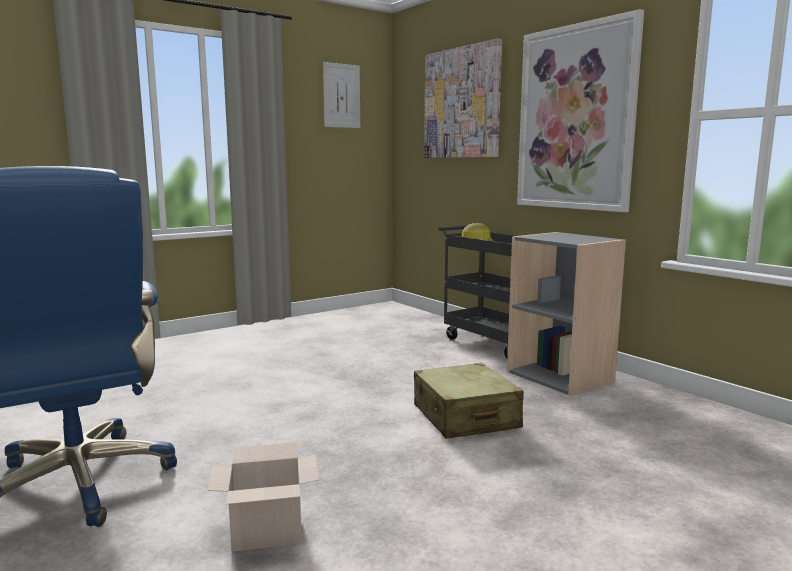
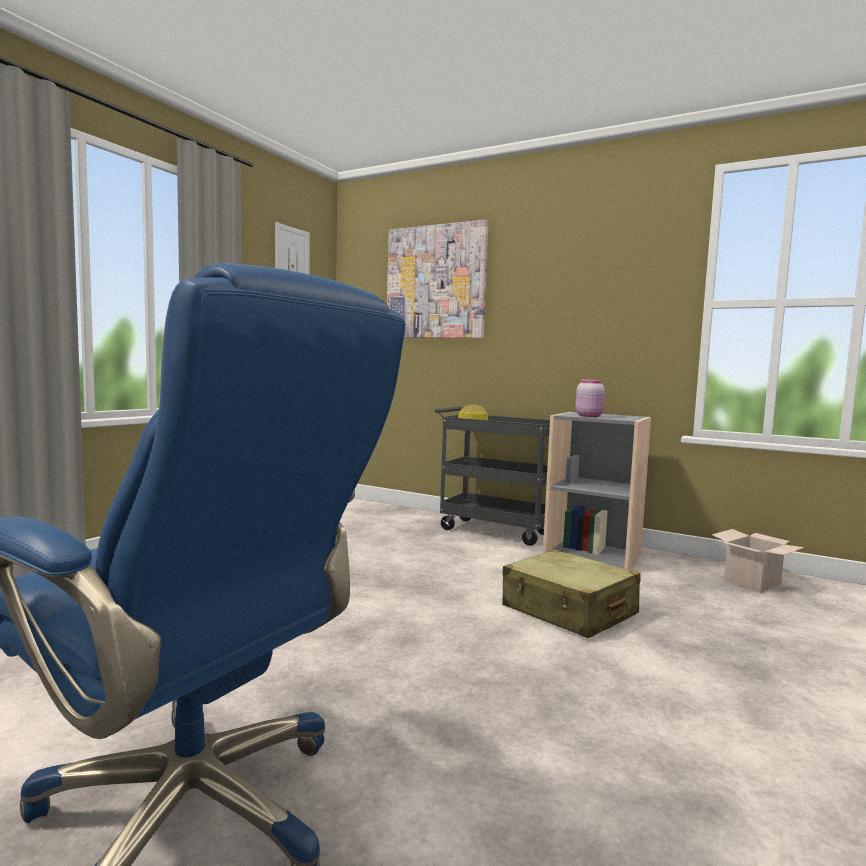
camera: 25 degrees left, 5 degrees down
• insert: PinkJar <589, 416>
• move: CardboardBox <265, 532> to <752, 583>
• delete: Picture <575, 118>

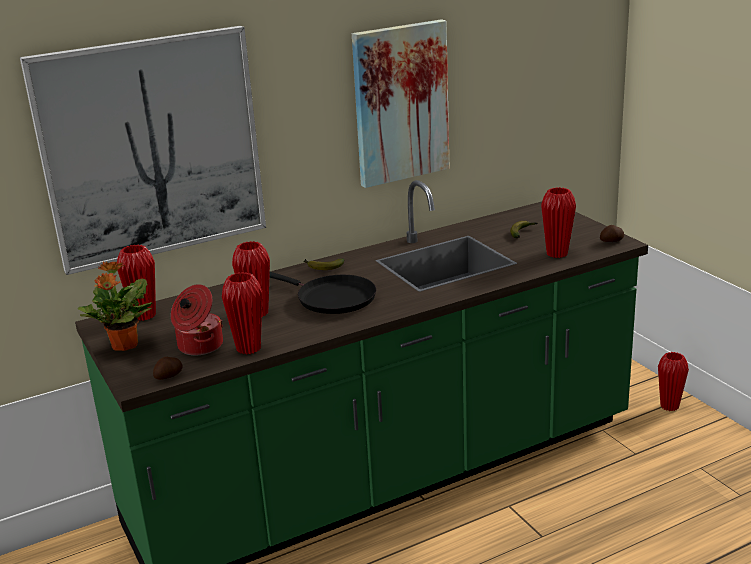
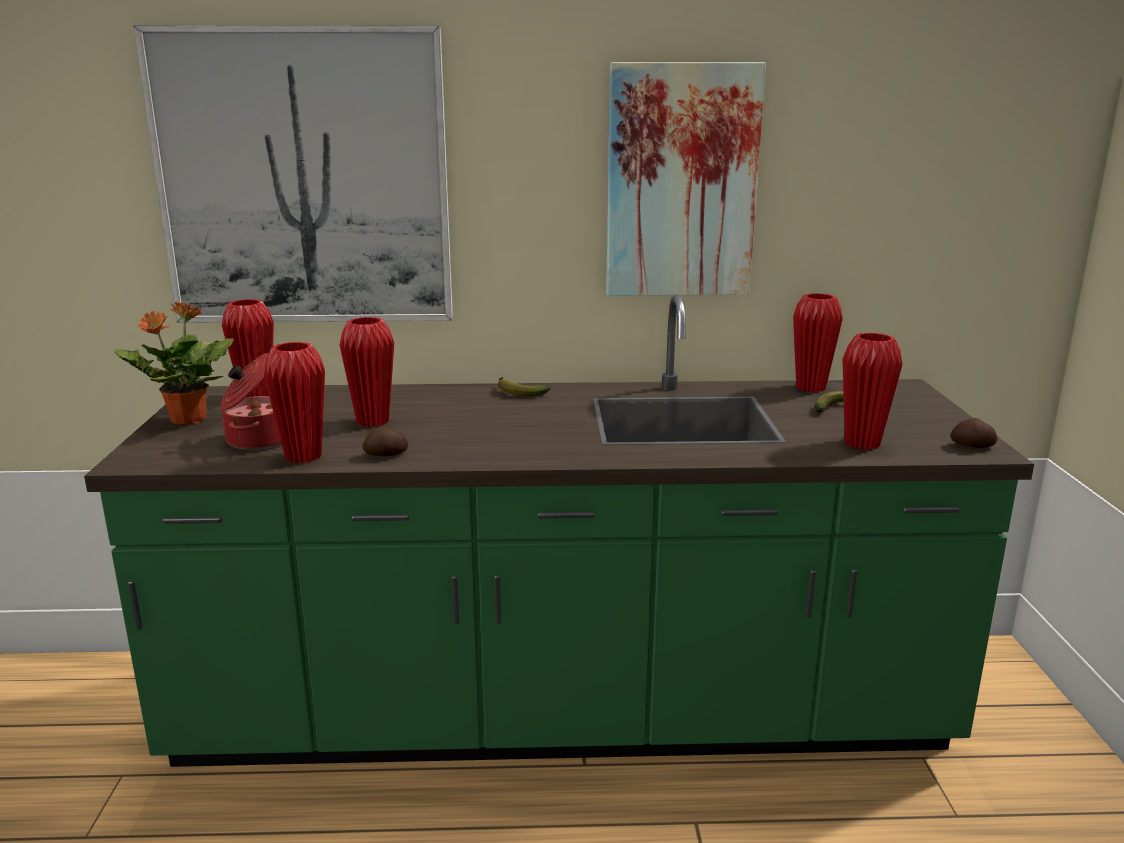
camera: 25 degrees right, 5 degrees down
• move: Potato <169, 376> to <386, 455>
• move: RedVase <669, 406> to <810, 387>
• delete: BlackFryingPan <332, 298>

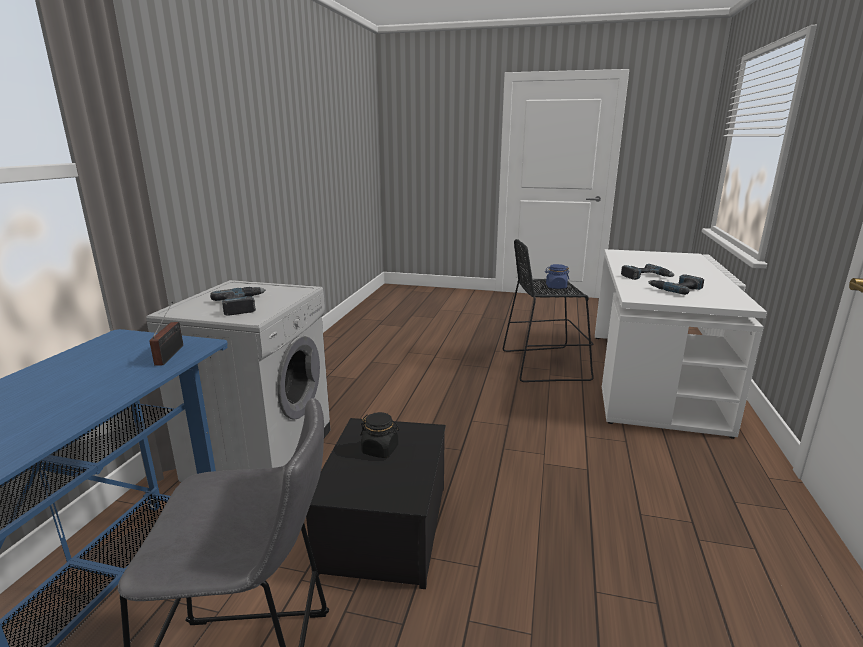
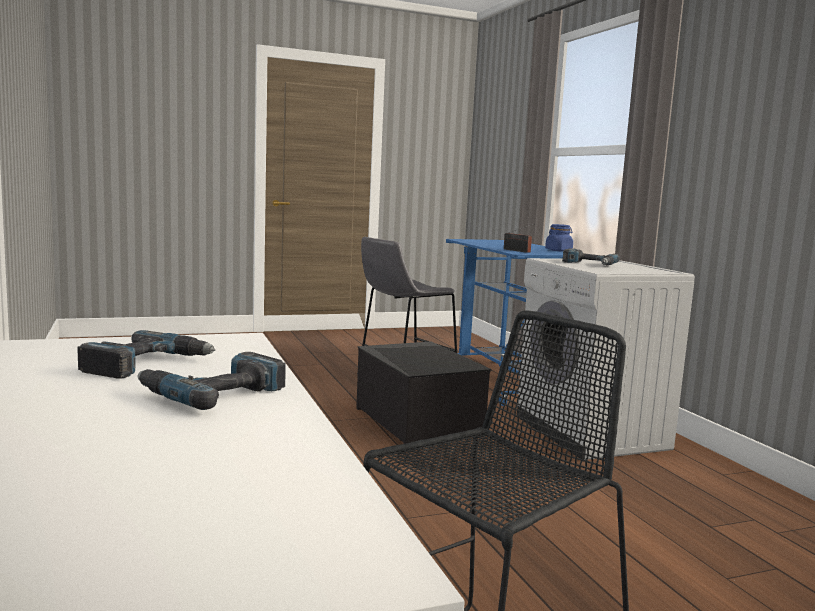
camera: 145 degrees right, 10 degrees down
• move: BlueJar <556, 287> to <558, 250>
• delete: BlackJar <380, 450>

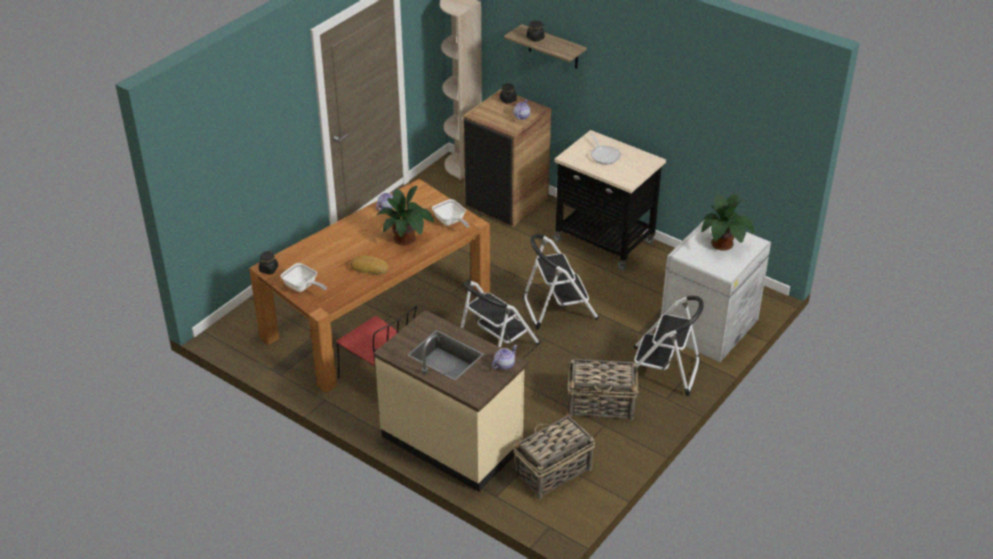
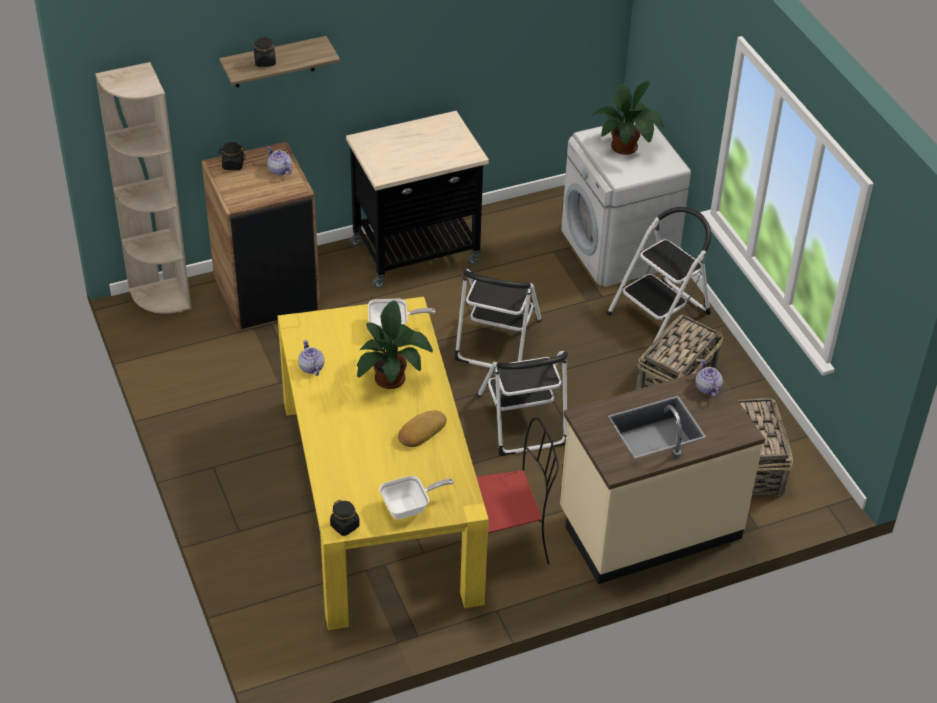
camera: 60 degrees left, 5 degrees up
• recolor: BrownDiningTable <377, 315> to YellowDiningTable <379, 498>
• delete: FryingPan <604, 155>

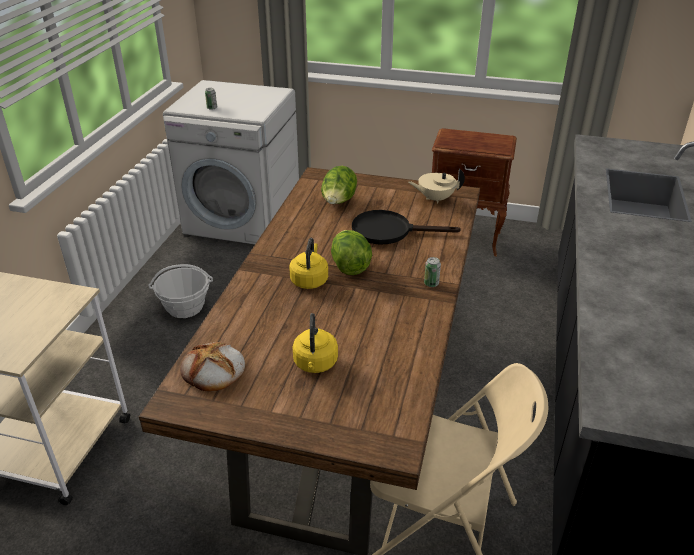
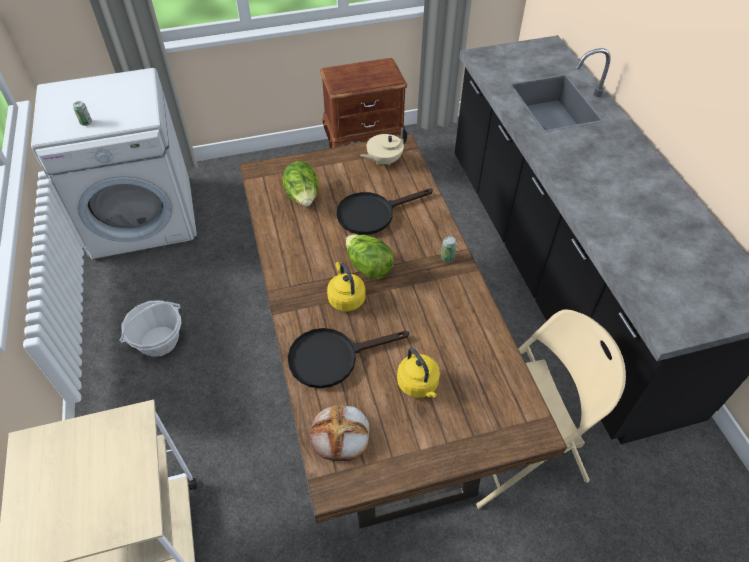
camera: 30 degrees left, 15 degrees up
• insert: BlackFryingPan <332, 357>

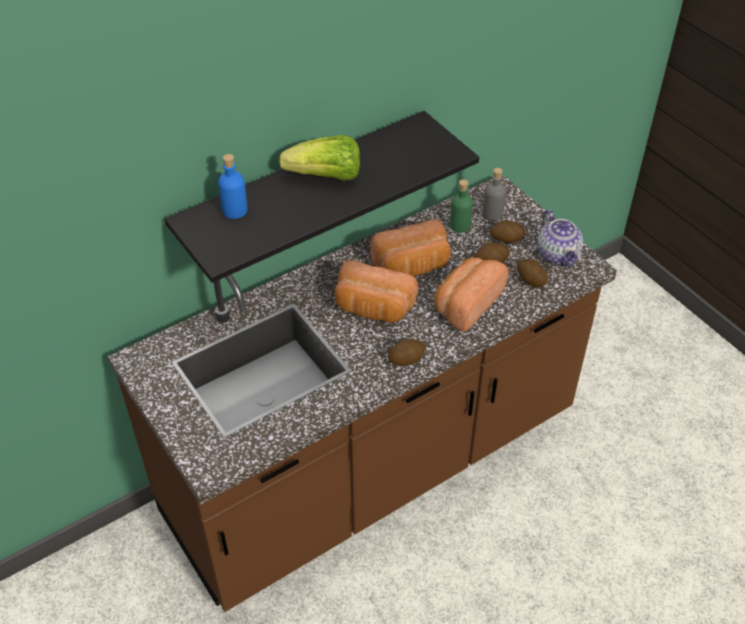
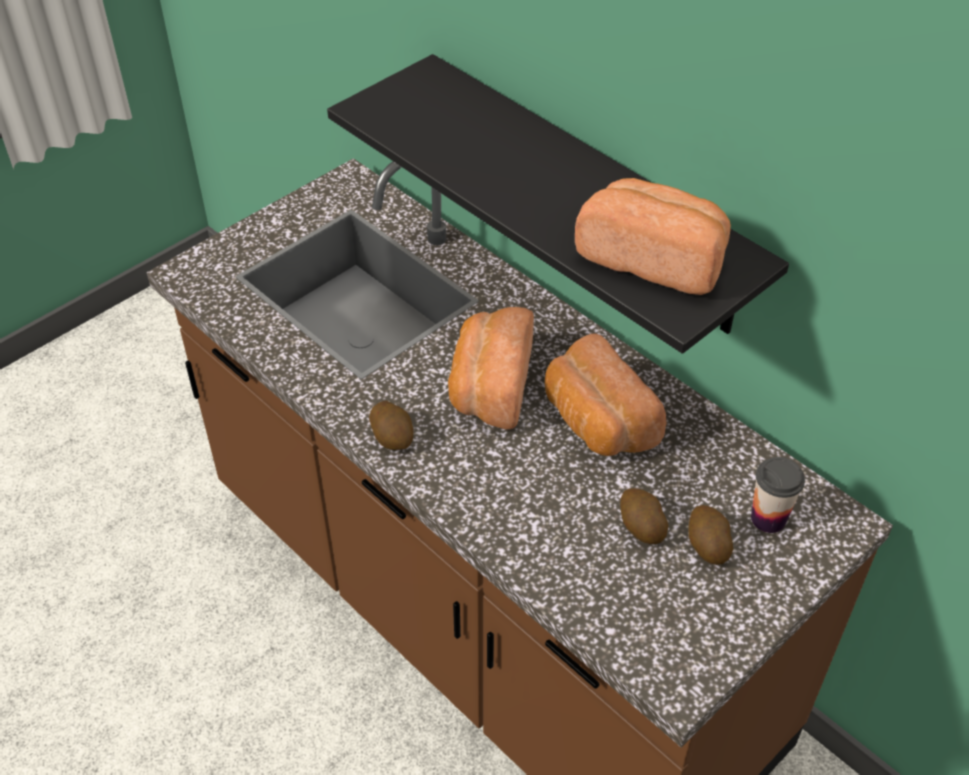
camera: 80 degrees right, 0 degrees up
• move: Bread <466, 303> to <654, 258>
• replace: GreyBottle <492, 214> to Cup <768, 518>
• delete: BlueBottle <235, 210>
• delete: Lettuce <326, 177>
• delete: GreenBottle <460, 225>
• delete: Potato <530, 280>
• delete: Teapot <558, 255>

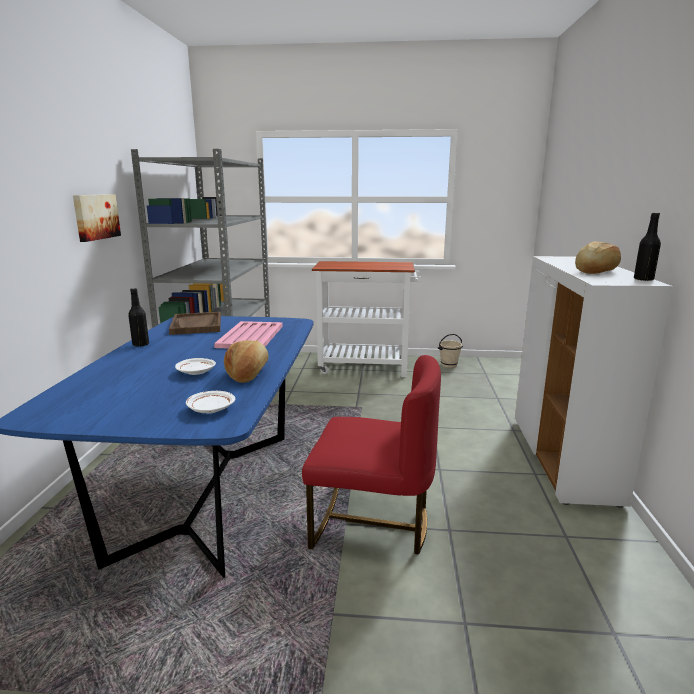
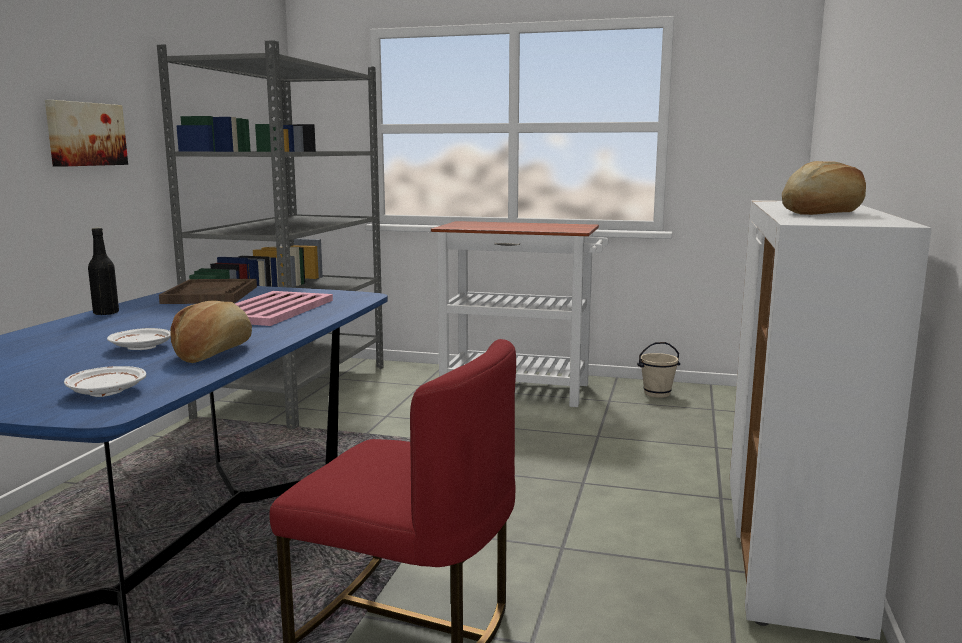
camera: 10 degrees right, 5 degrees down
• delete: BlackBottle <643, 279>

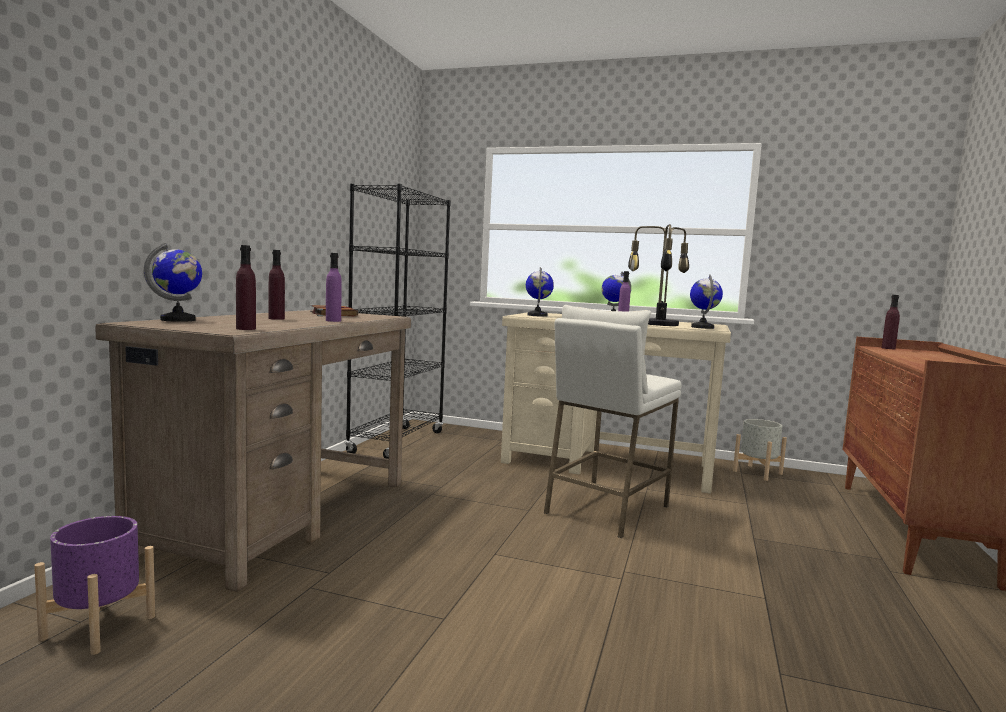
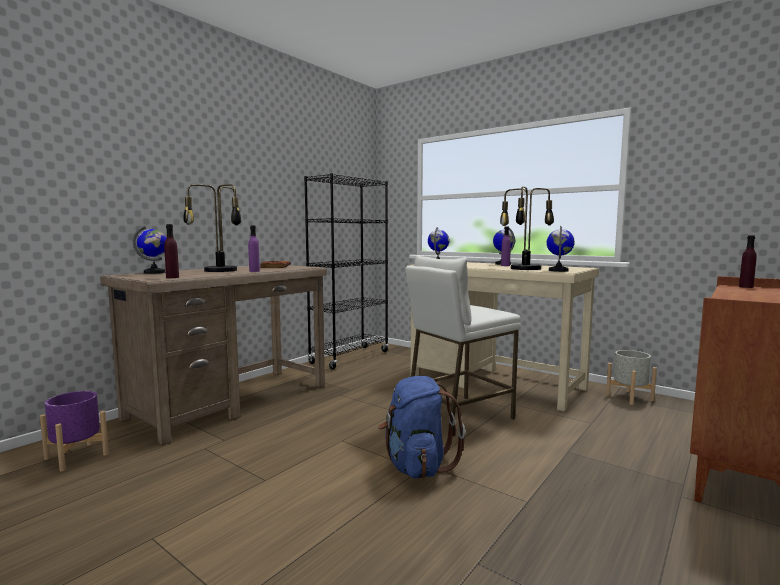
camera: 20 degrees right, 0 degrees up
• replace: PurpleBottle <276, 318> to TableLamp <221, 270>
• insert: BlueBackpack <416, 466>

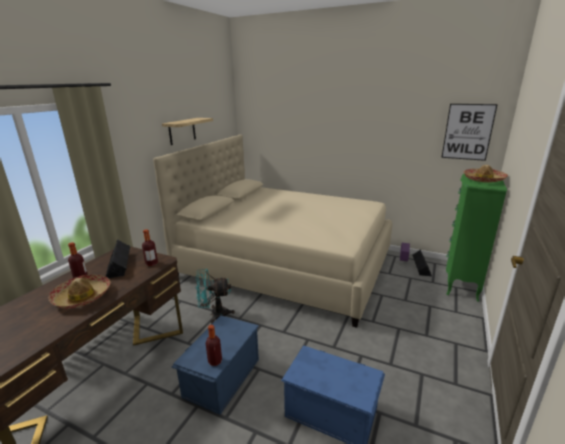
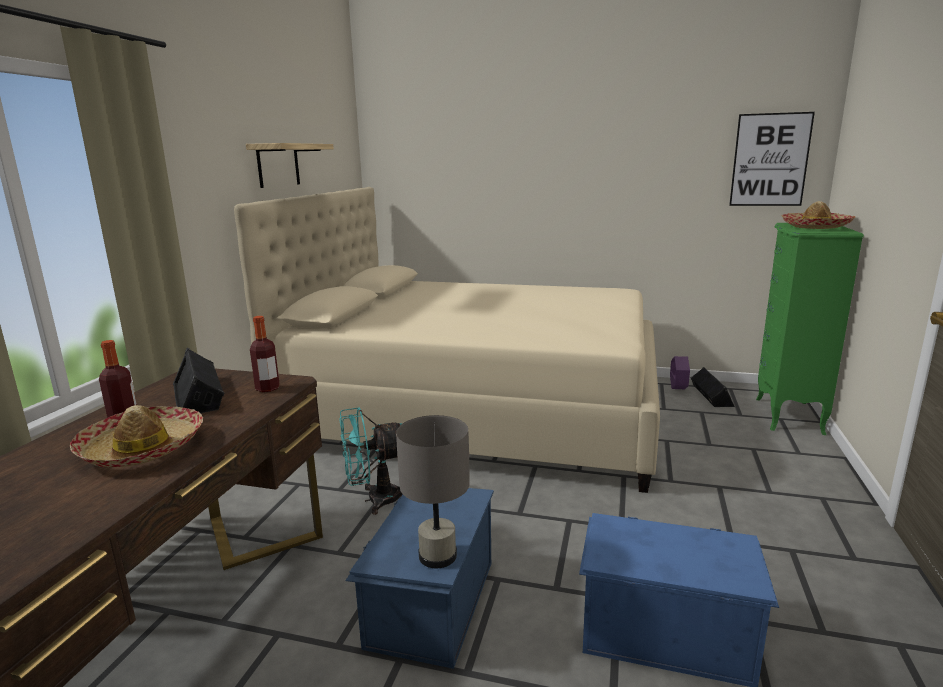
camera: 10 degrees left, 5 degrees down
• replace: Bottle <215, 361> to GreyTableLamp <437, 556>

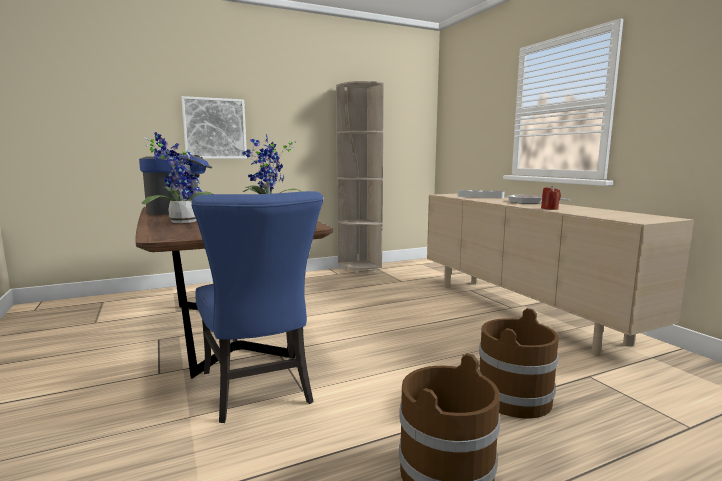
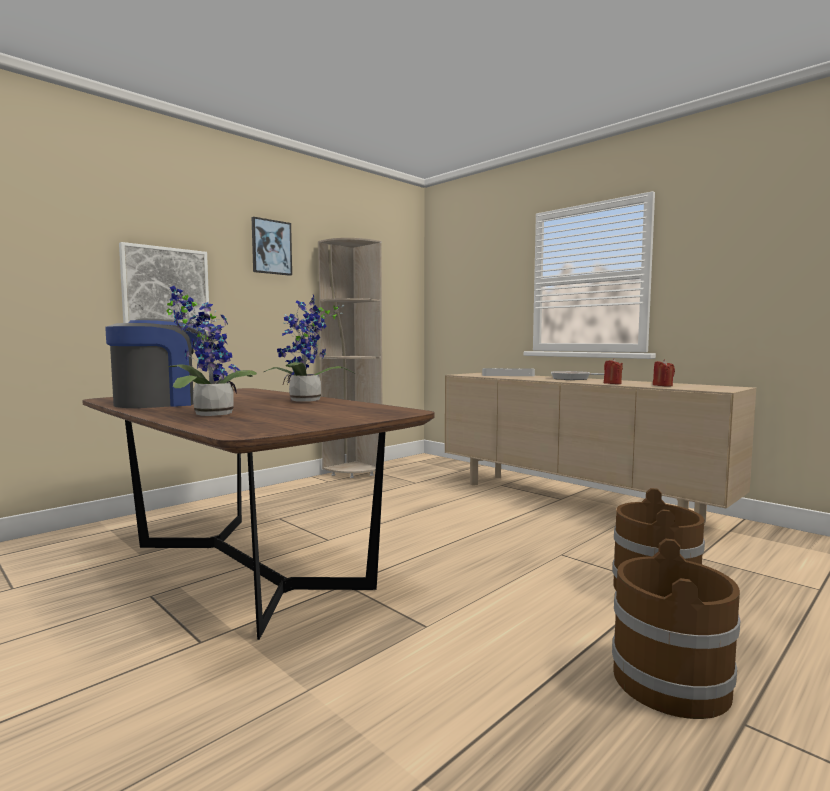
camera: 20 degrees left, 5 degrees down
• insert: Picture <271, 247>
• insert: RedCandle <662, 385>
• delete: BlueChair <260, 390>

